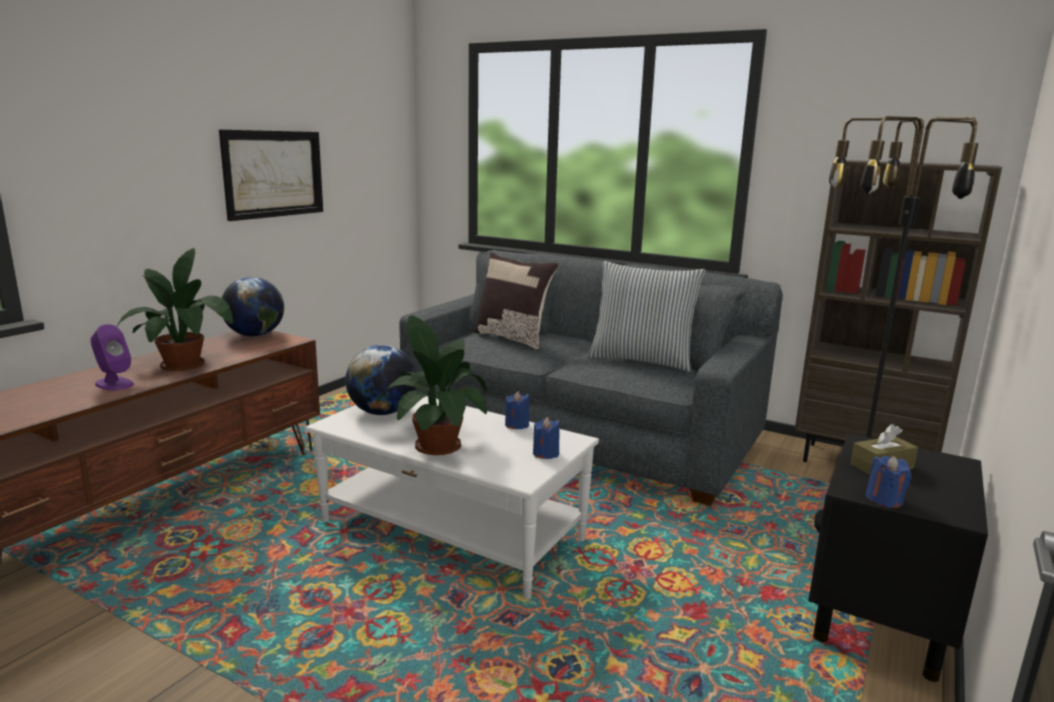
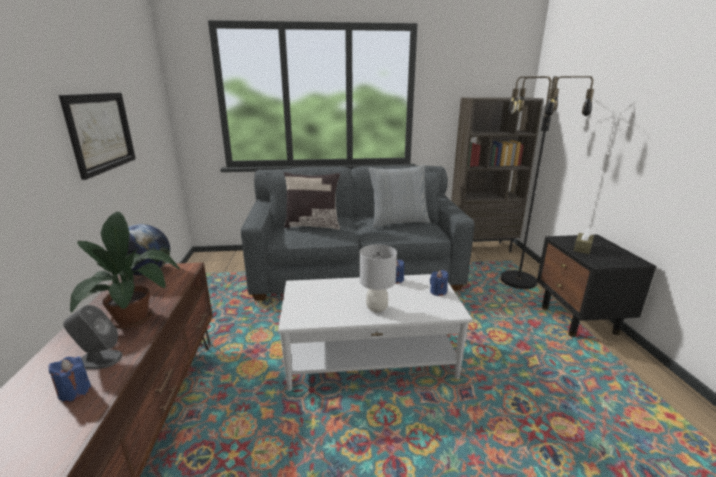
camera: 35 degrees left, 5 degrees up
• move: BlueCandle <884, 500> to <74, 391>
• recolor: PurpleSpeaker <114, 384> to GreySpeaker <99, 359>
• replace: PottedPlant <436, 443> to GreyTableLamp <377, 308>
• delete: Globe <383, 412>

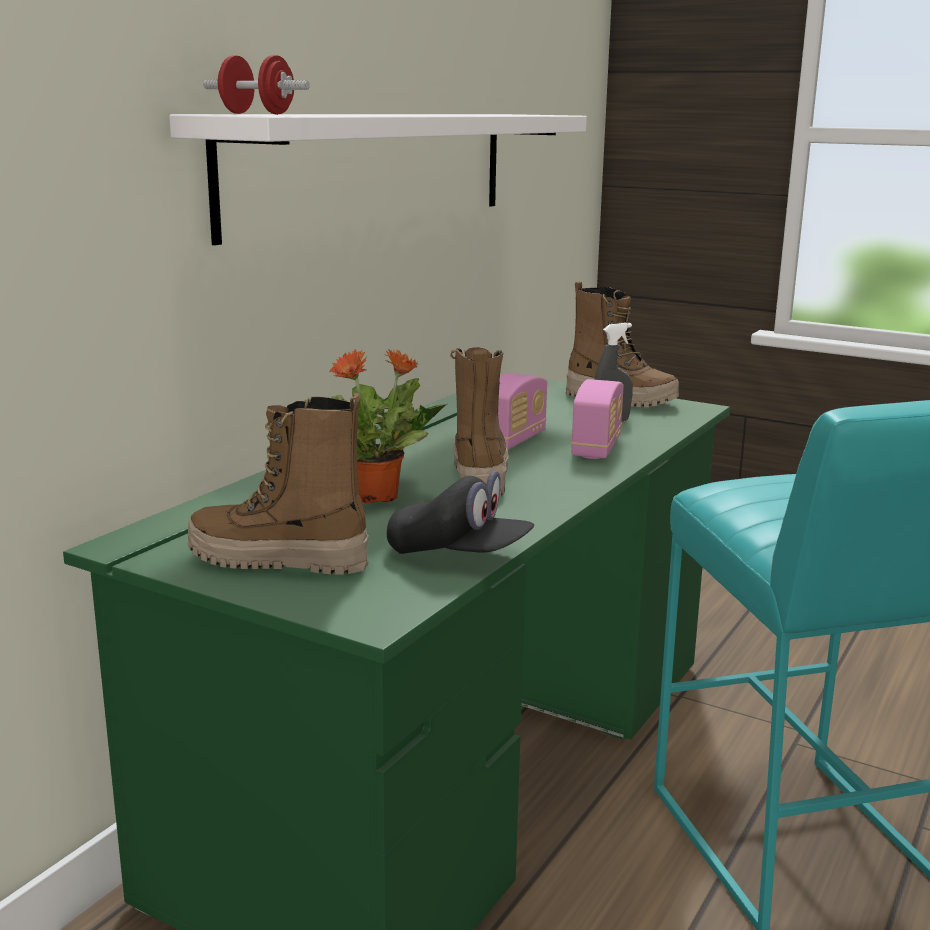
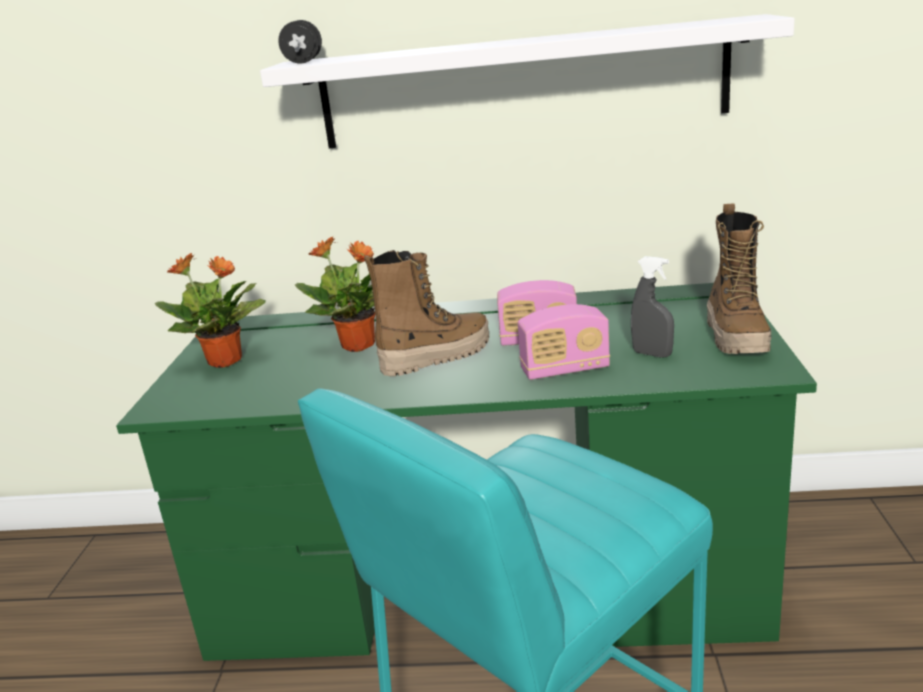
camera: 65 degrees right, 5 degrees up
• replace: Boot <278, 561> to PottedPlant <226, 361>
• recolor: RedDumbbell <257, 114> to BlackDumbbell <303, 62>
• delete: BlackCap <458, 554>

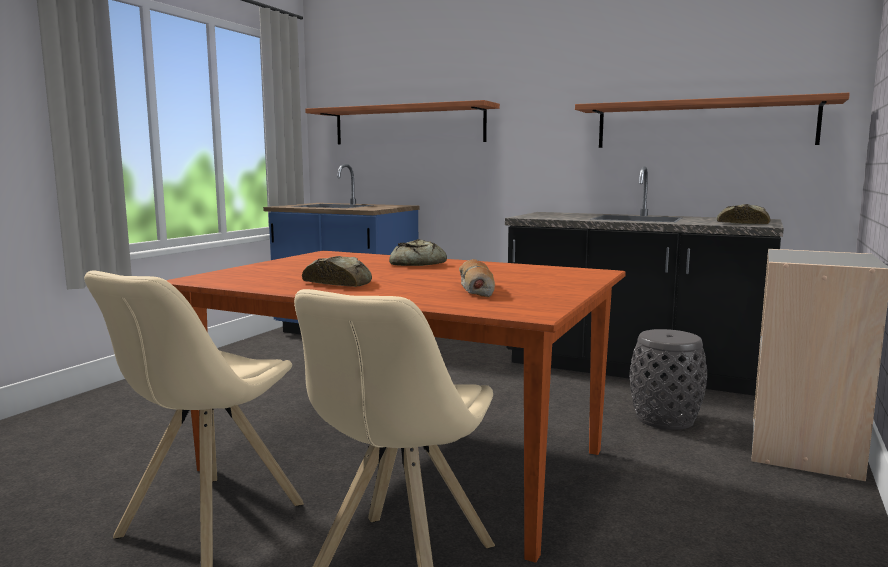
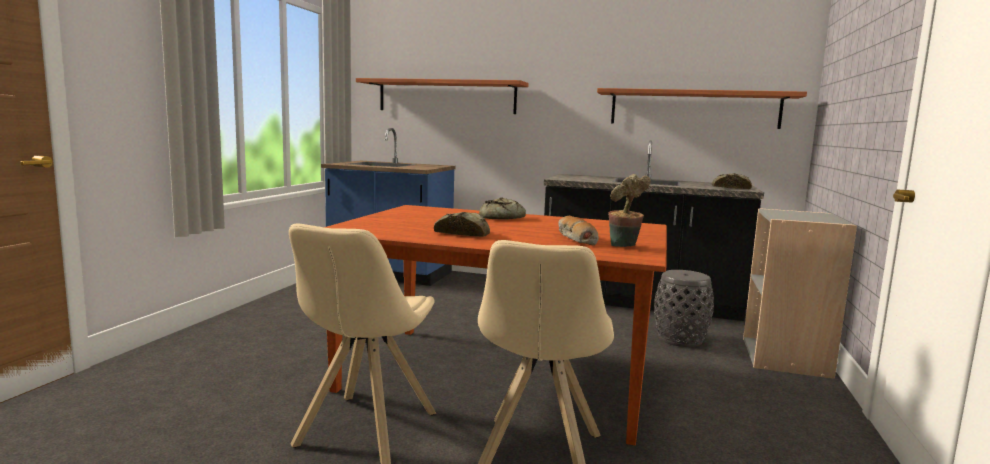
camera: 10 degrees left, 0 degrees up
• insert: PottedPlant <624, 247>

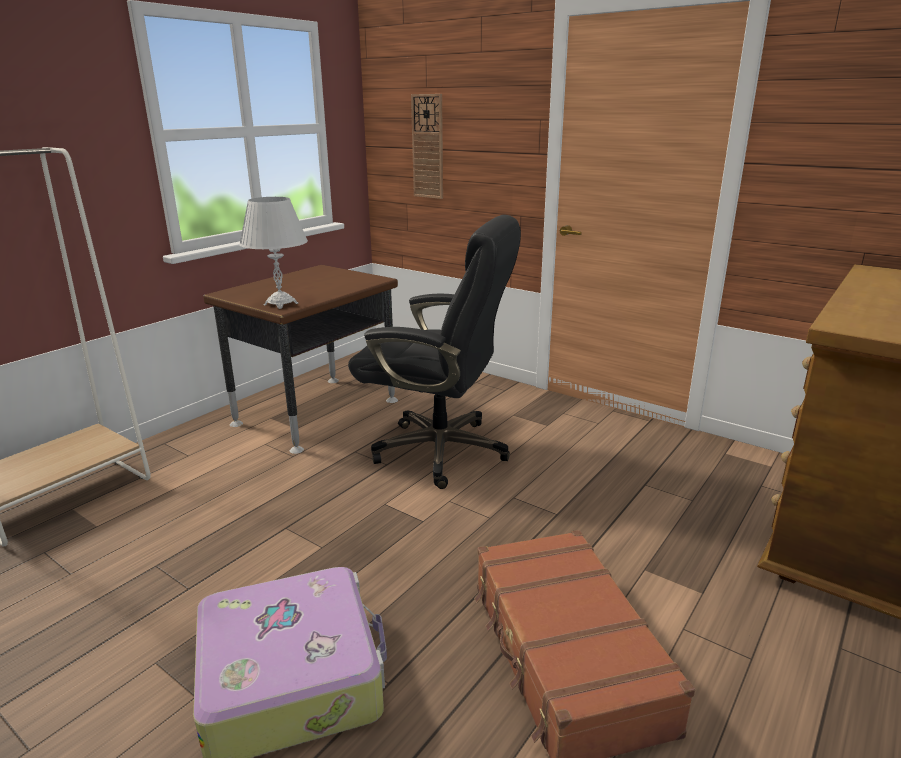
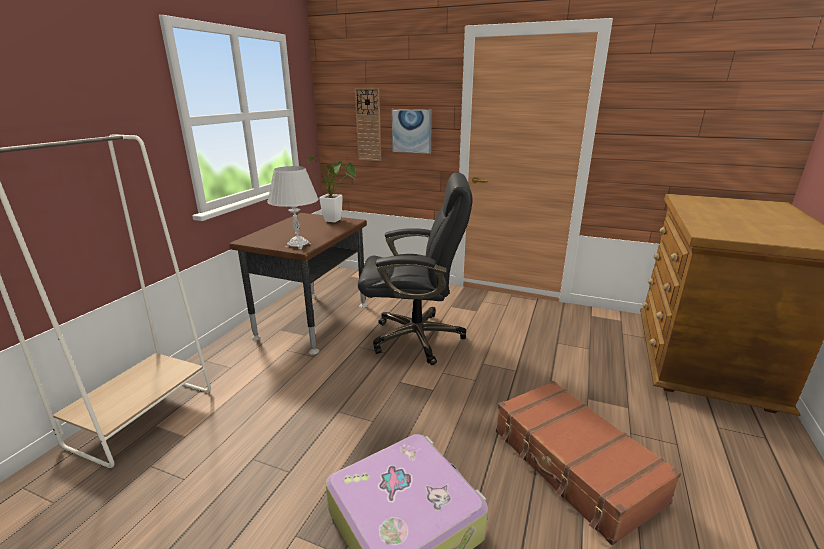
camera: 15 degrees left, 0 degrees up
• insert: PottedPlant <336, 221>
• insert: Picture <411, 131>

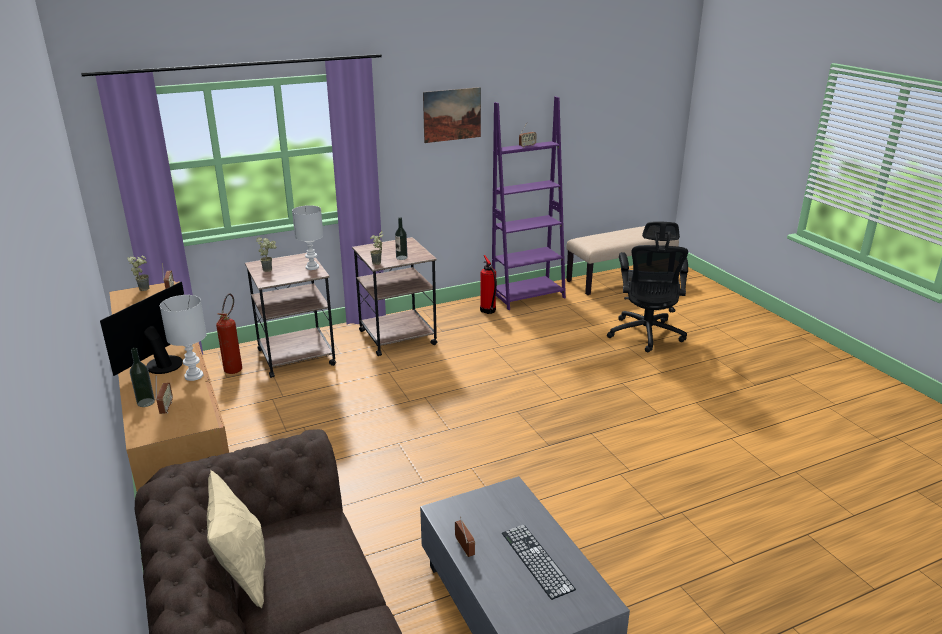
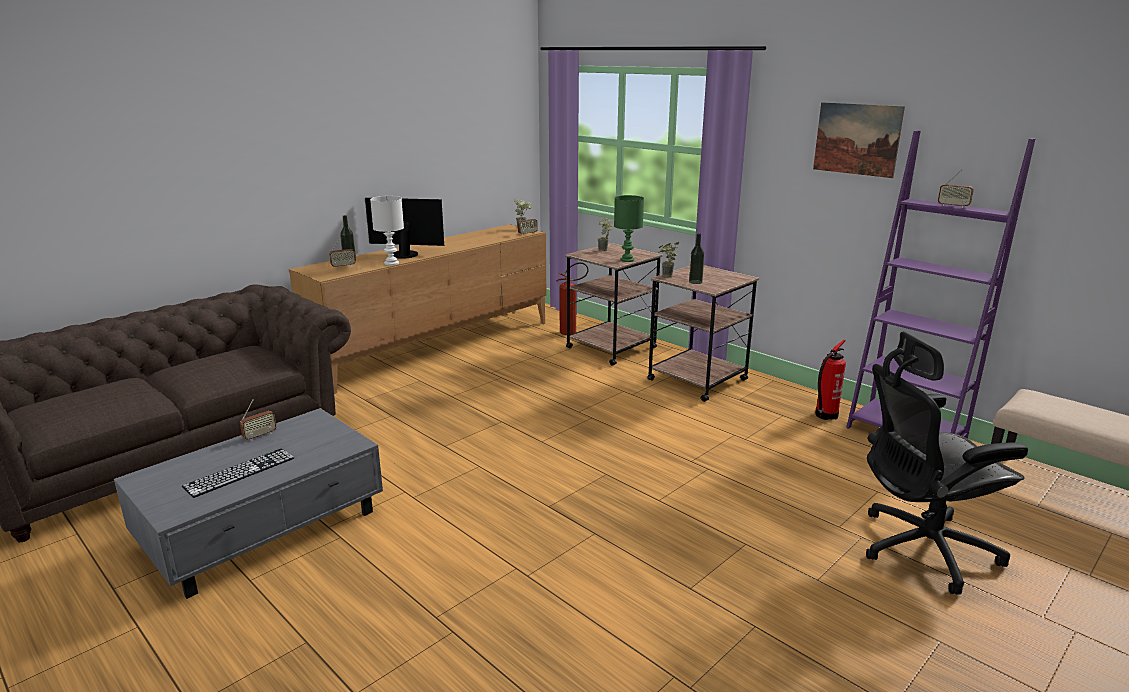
camera: 70 degrees right, 5 degrees down
• recolor: WhiteTableLamp <312, 267> to GreenTableLamp <626, 260>
• delete: BeigePillow <242, 574>

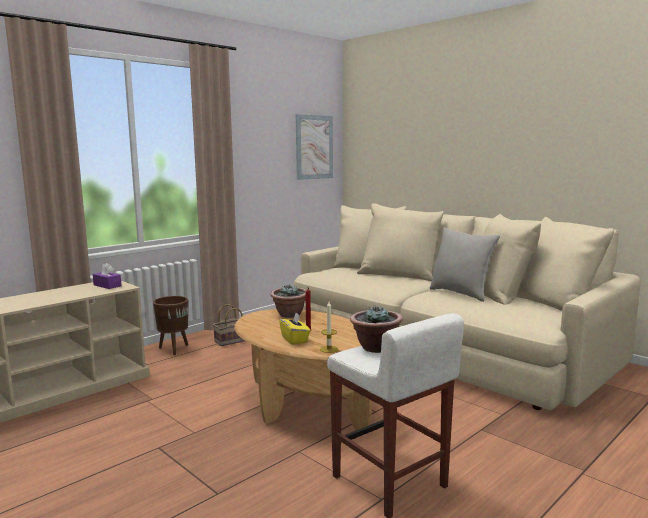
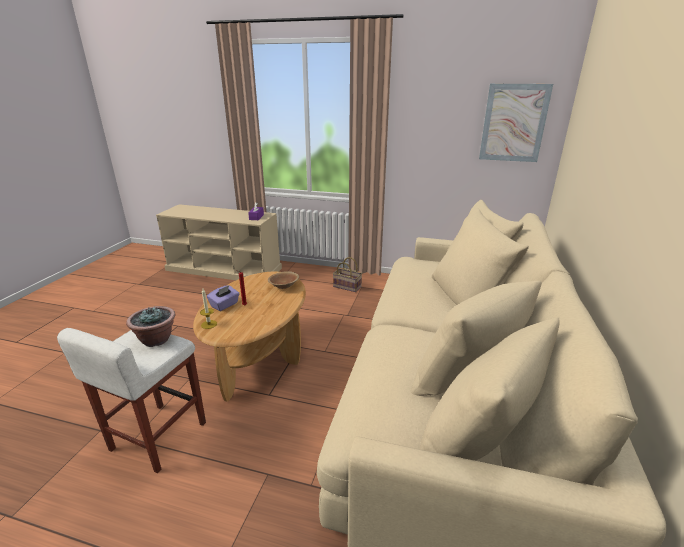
camera: 60 degrees right, 15 degrees up
• recolor: YellowTissueBox <295, 339> to PurpleTissueBox <225, 305>
• replace: PottedPlant <290, 315> to BrownBowl <284, 286>
• delete: BrownPlanter <173, 349>
• delete: GreyPillow <461, 293>

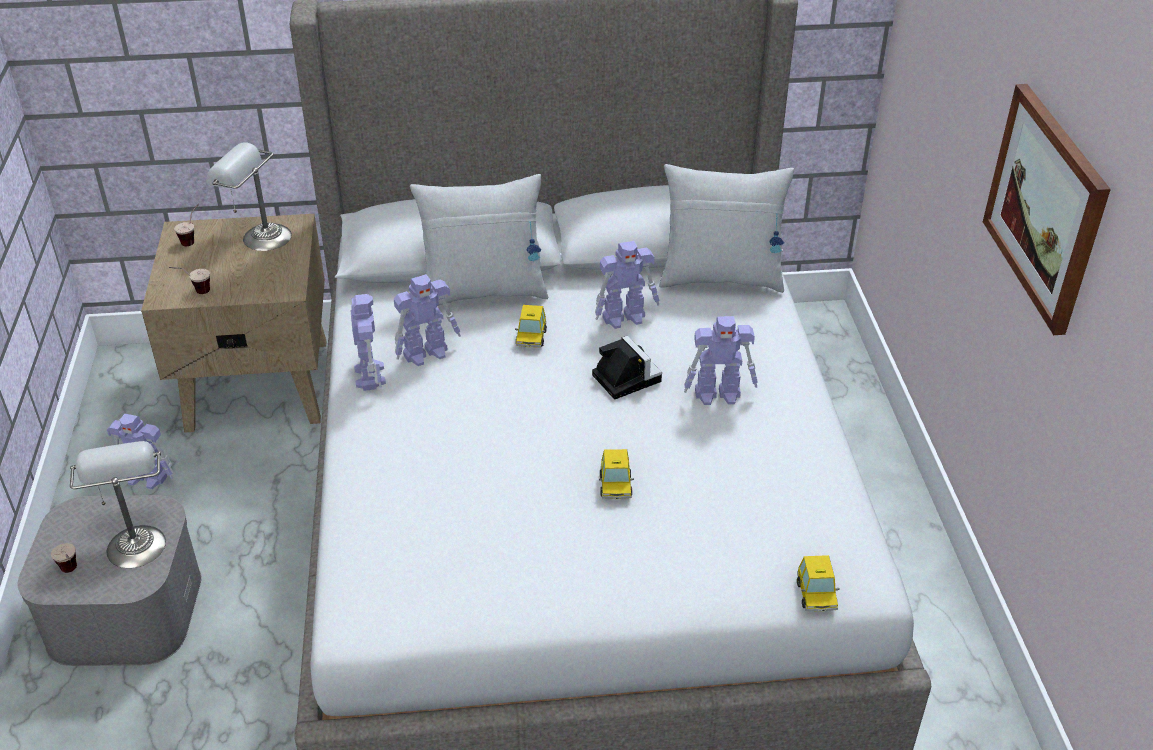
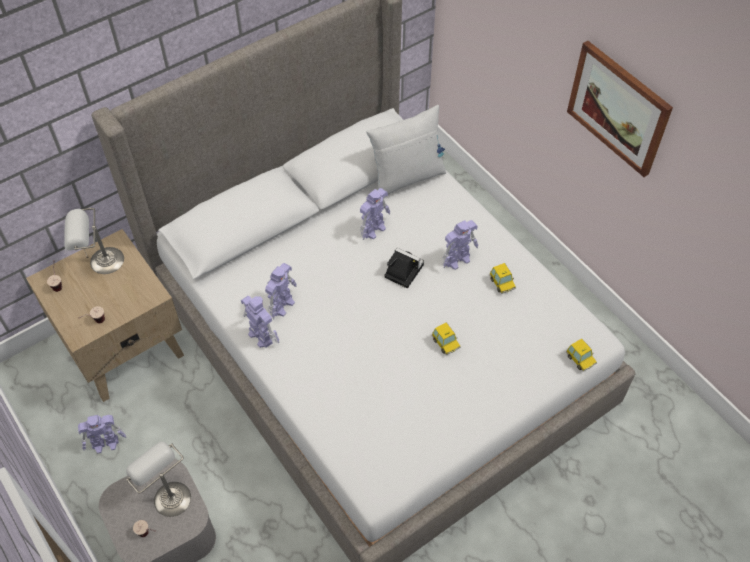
camera: 30 degrees left, 15 degrees up
• move: ToyCar <531, 338> to <502, 283>
• delete: GreyPillow <483, 293>

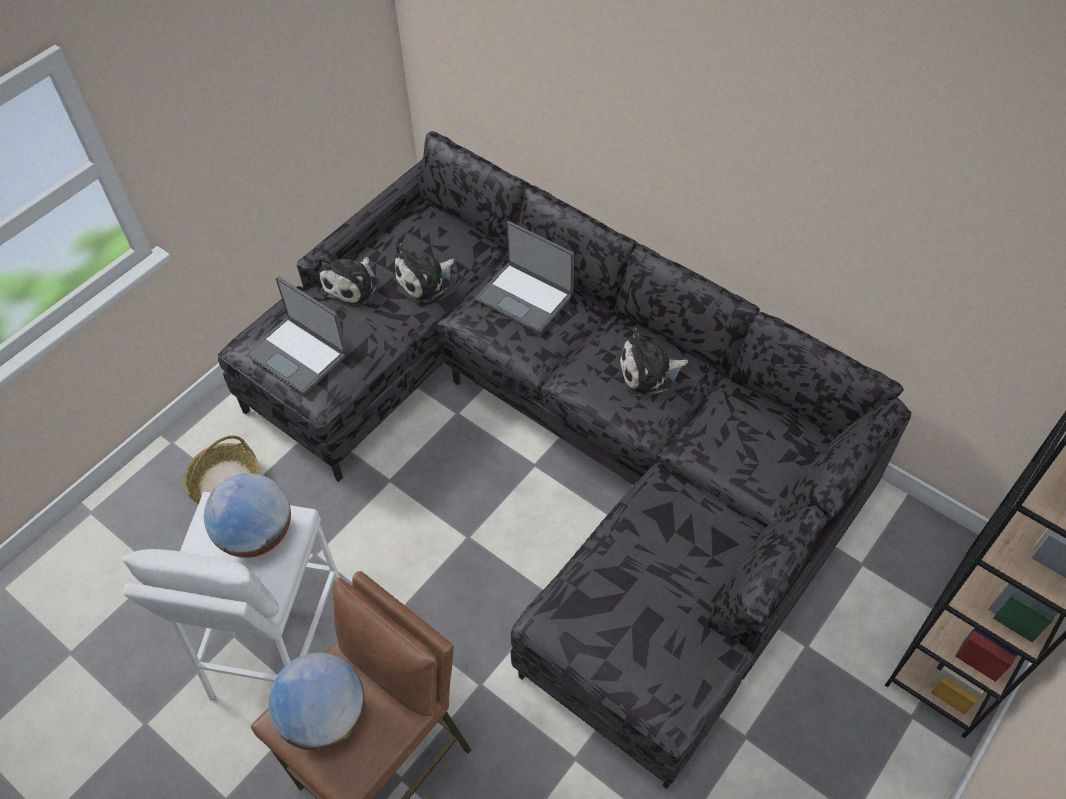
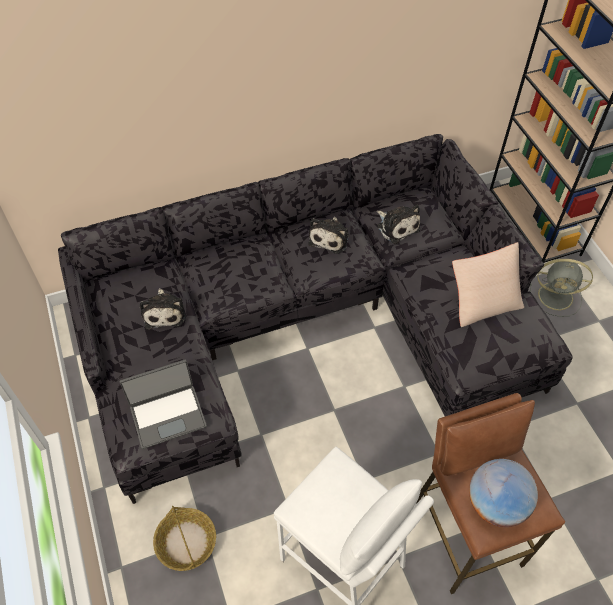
camera: 60 degrees left, 0 degrees up
• move: PlushToy <352, 285> to <397, 226>
• insert: BeigePillow <483, 302>
• insert: GreyFan <557, 296>
• delete: Globe <257, 534>
• delete: Laptop <525, 297>

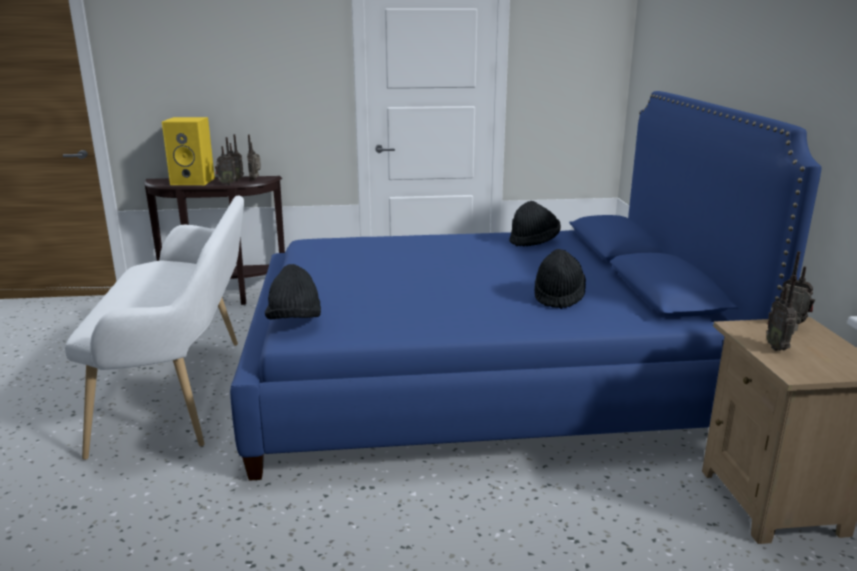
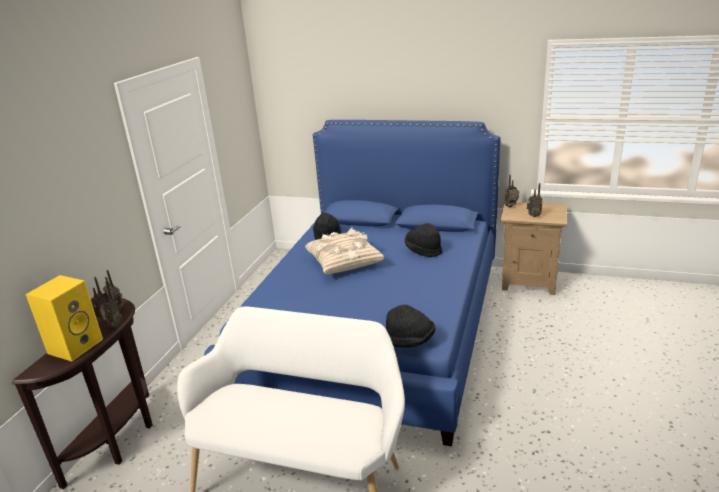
camera: 65 degrees left, 5 degrees up
• insert: BeigePillow <344, 263>

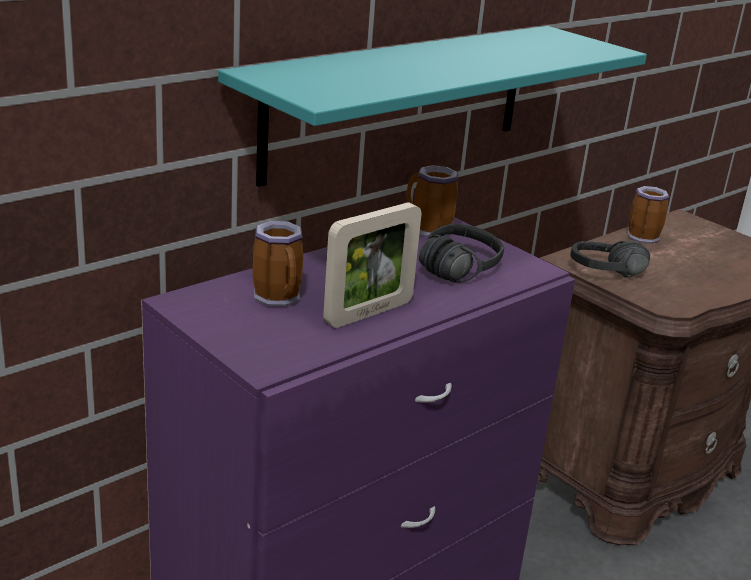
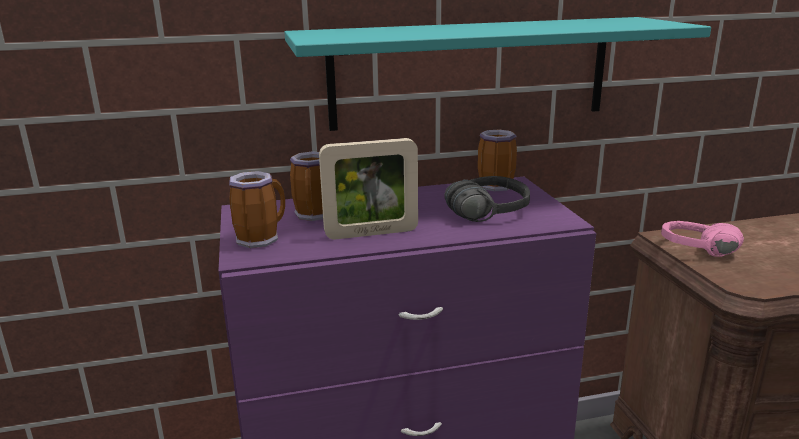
camera: 30 degrees right, 5 degrees down
• move: Mug <642, 236> to <260, 238>
• recolor: BlackHeadphones <609, 277> to PinkHeadphones <698, 254>

